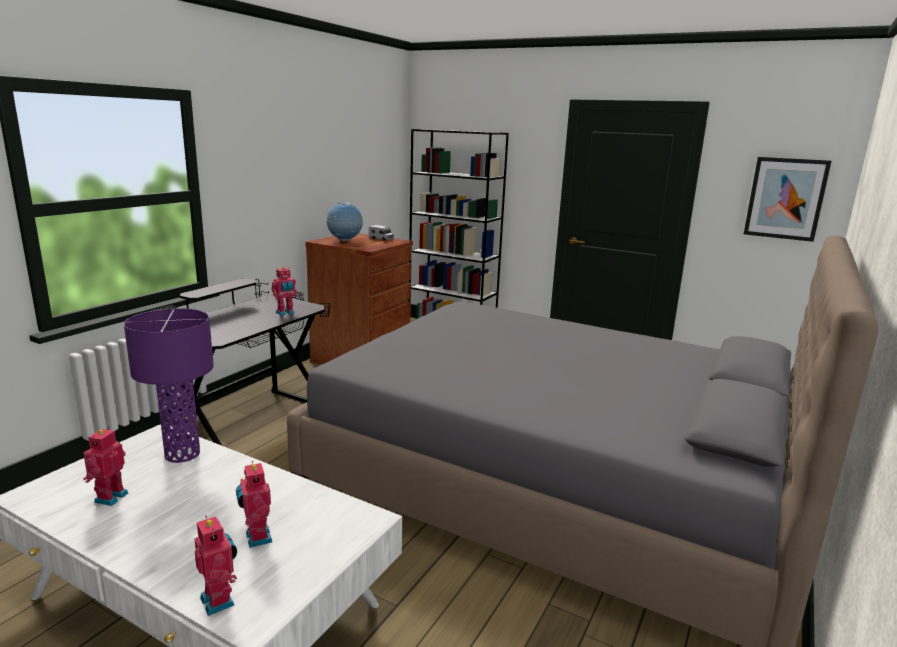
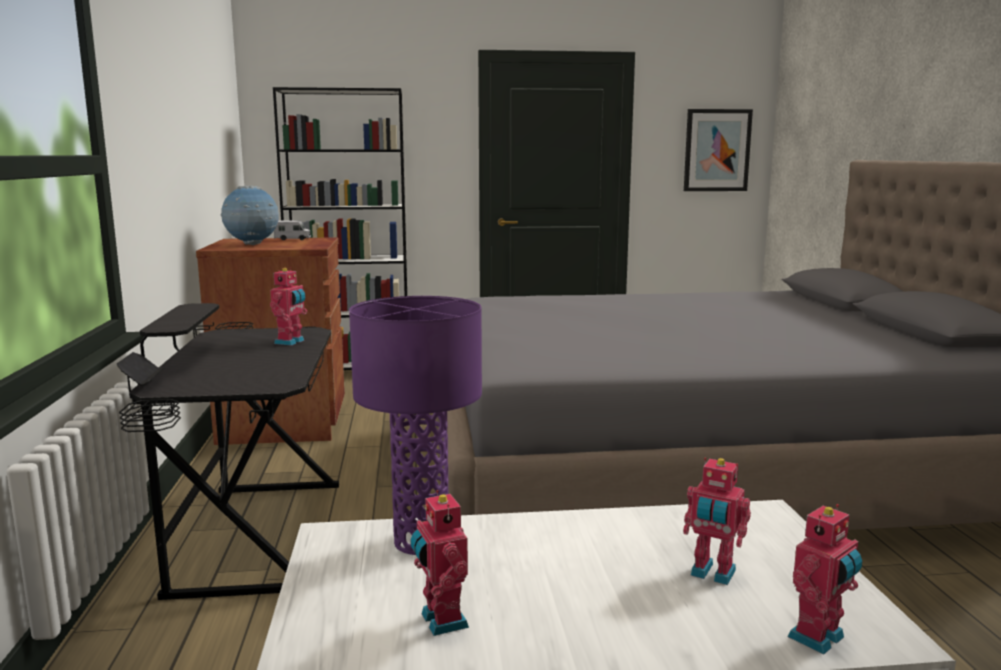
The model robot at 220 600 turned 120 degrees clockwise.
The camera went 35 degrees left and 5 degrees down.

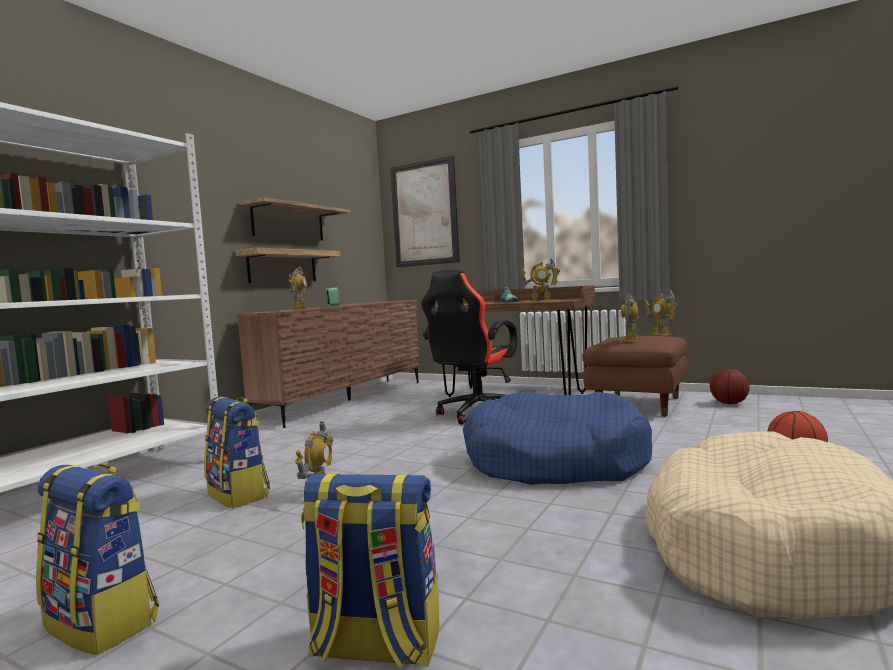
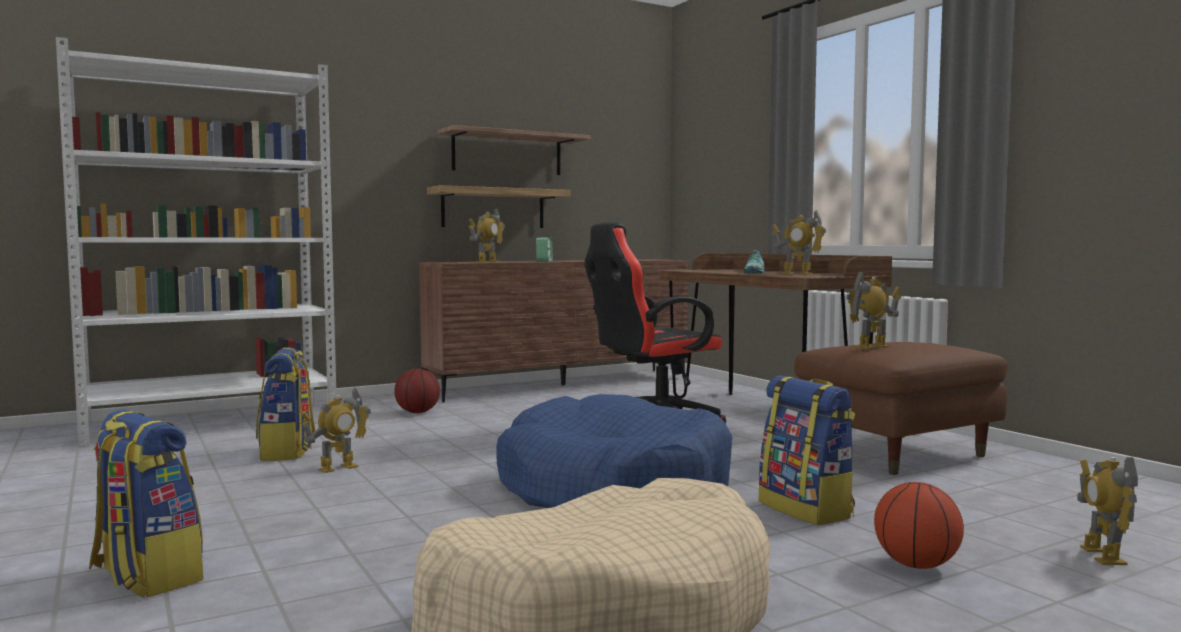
The wall art at 424 213 disappeared.
The model robot moved from 660 334 to 1102 556.
The basketball moved from 730 403 to 417 412.
The rucksack moved from 103 622 to 807 510.
The camera went 30 degrees right and 0 degrees up.

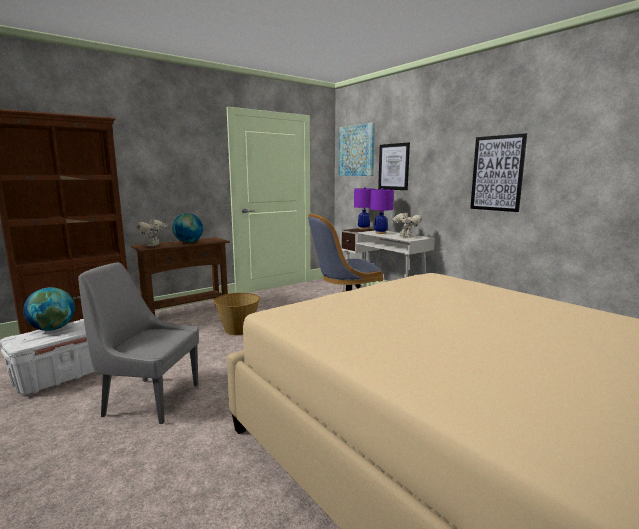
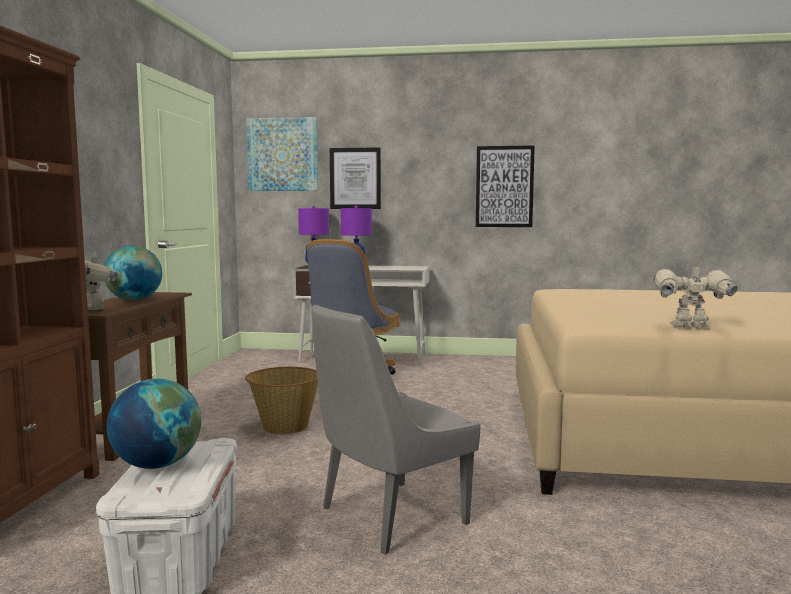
The model robot moved from 405 237 to 691 327.
The camera went 45 degrees left and 5 degrees down.

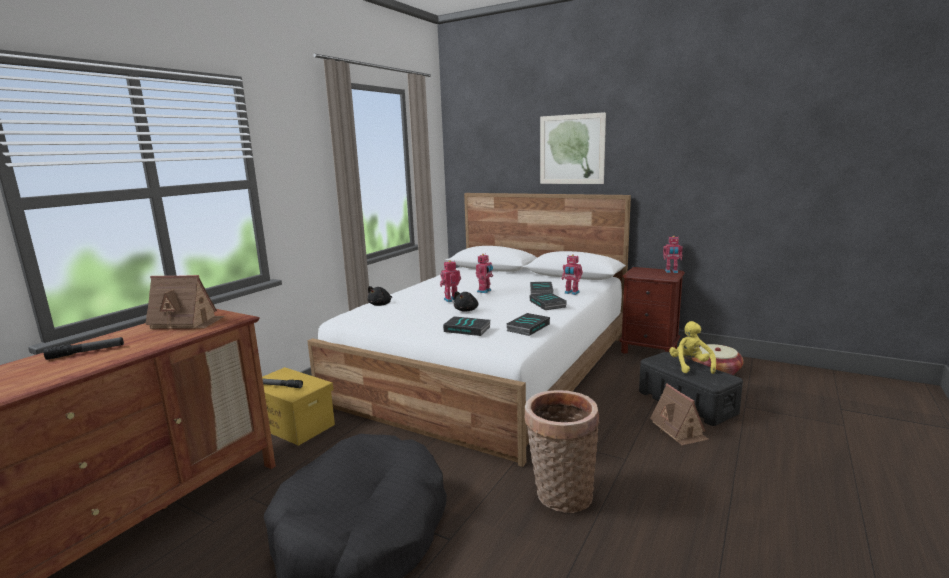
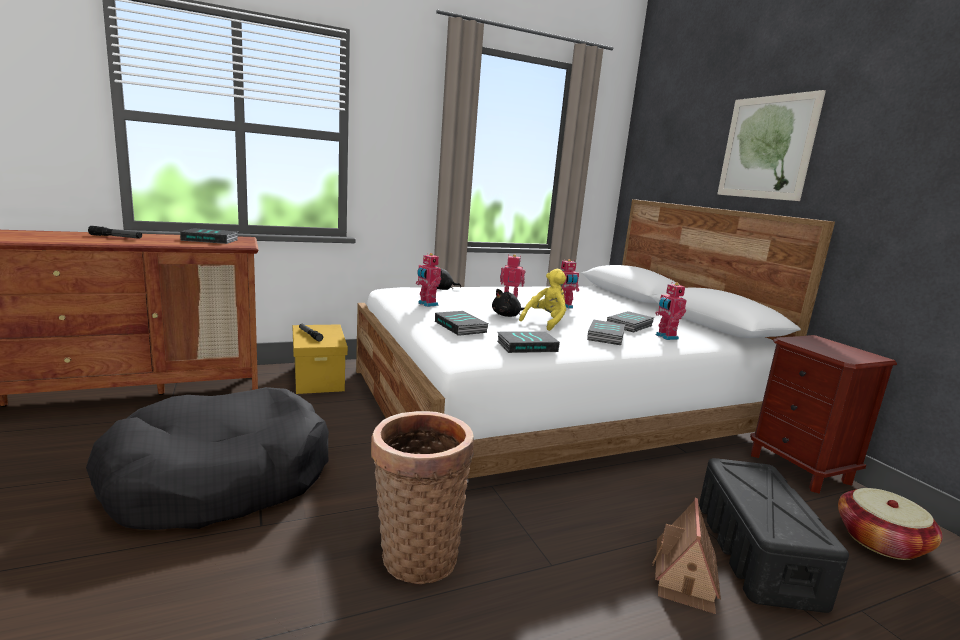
The model robot moved from 671 272 to 427 304.
The miniature house at 187 322 was replaced by the volume at 211 240.
The yellow plush toy moved from 690 366 to 546 322.
The camera went 35 degrees right and 0 degrees up.

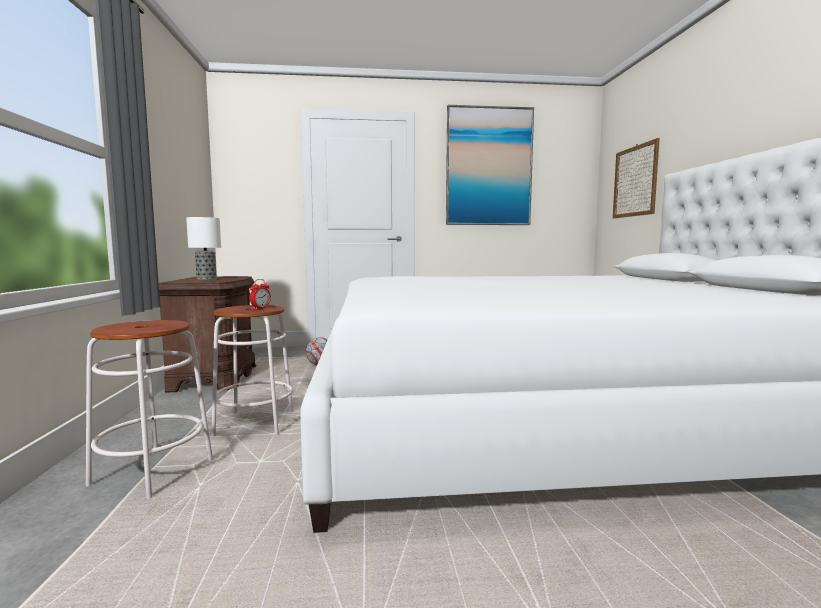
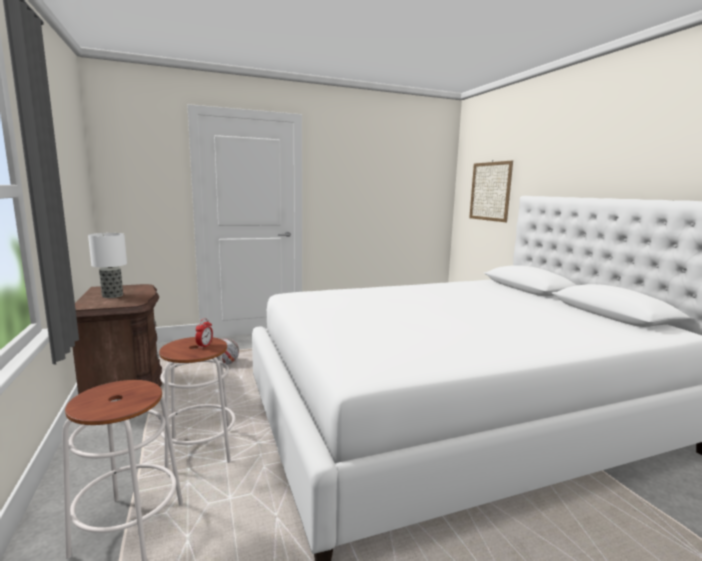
The wall art at 489 167 disappeared.
The camera went 15 degrees left and 5 degrees up.

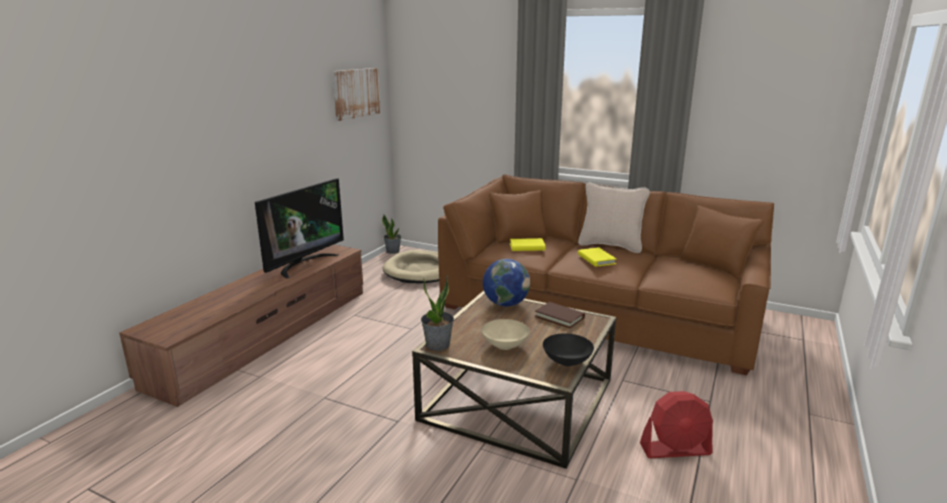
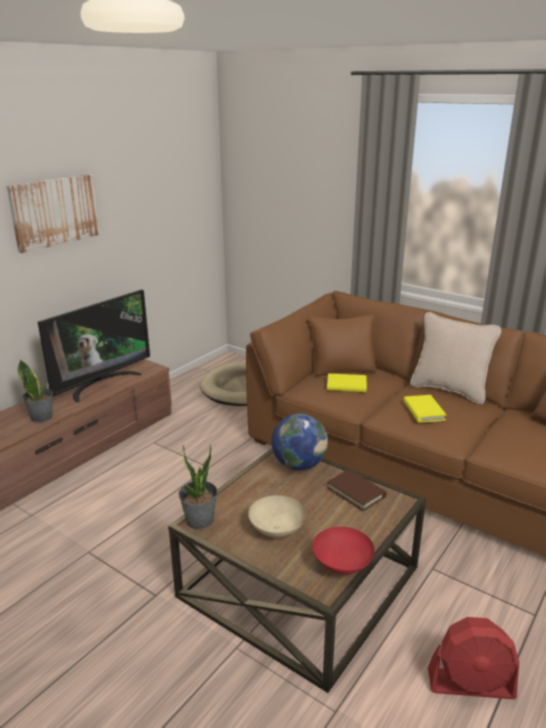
The wall art moved from 356 93 to 55 211.
The potted plant moved from 393 251 to 42 417.
The black deep dish at 566 362 became the red deep dish at 341 564.
The camera went 10 degrees right and 5 degrees up.

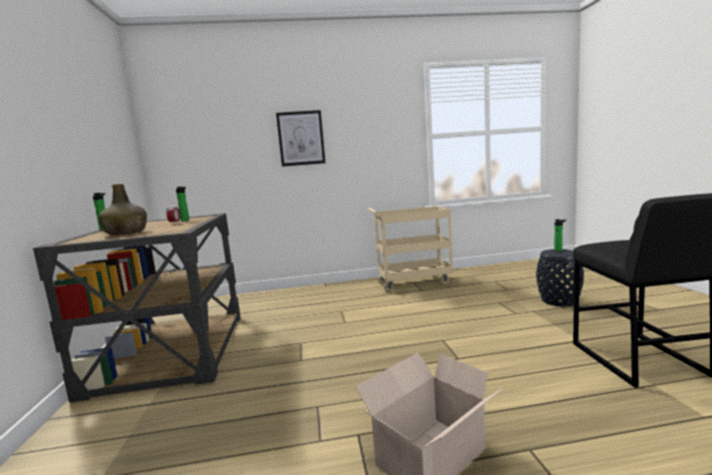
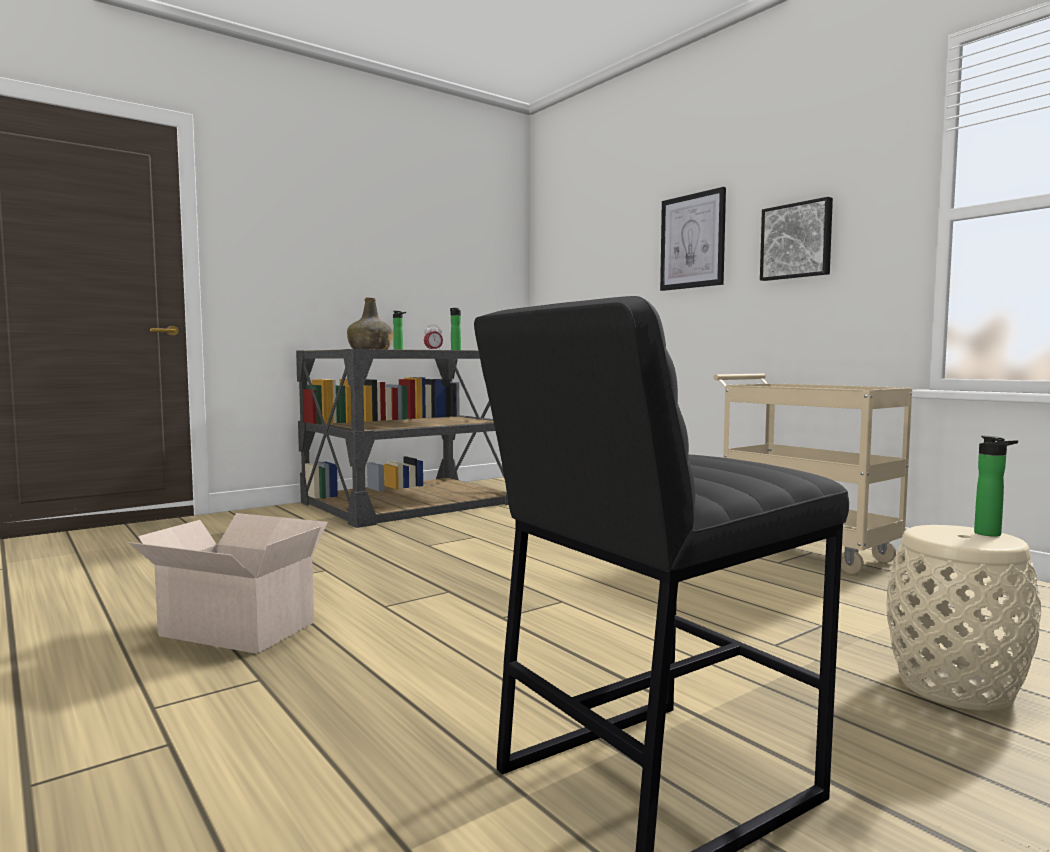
The black stool at 559 301 became the beige-coloured stool at 954 687.
The wall art at 797 241 appeared.
The camera went 60 degrees right and 5 degrees down.

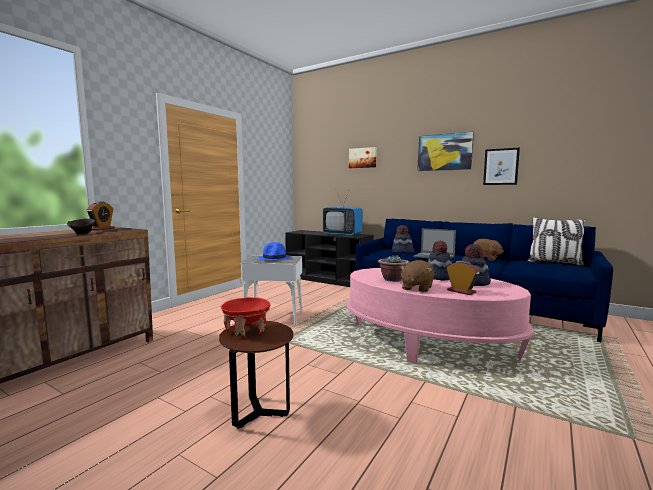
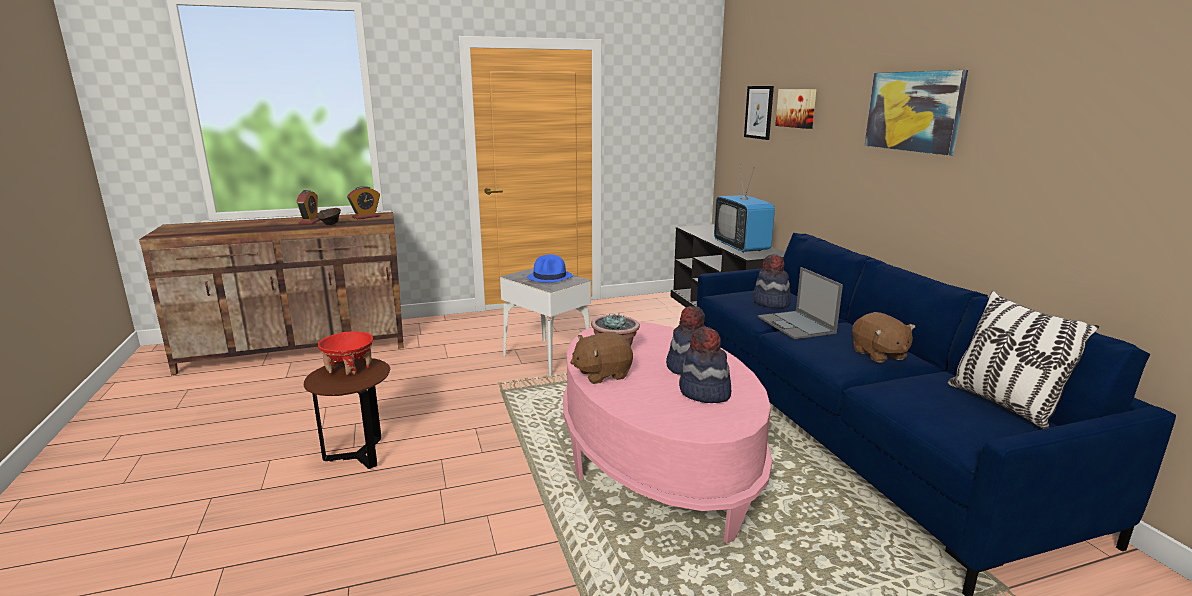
The wall art moved from 501 166 to 759 112.
The alarm clock moved from 461 291 to 310 221.
The camera went 40 degrees right and 10 degrees up.

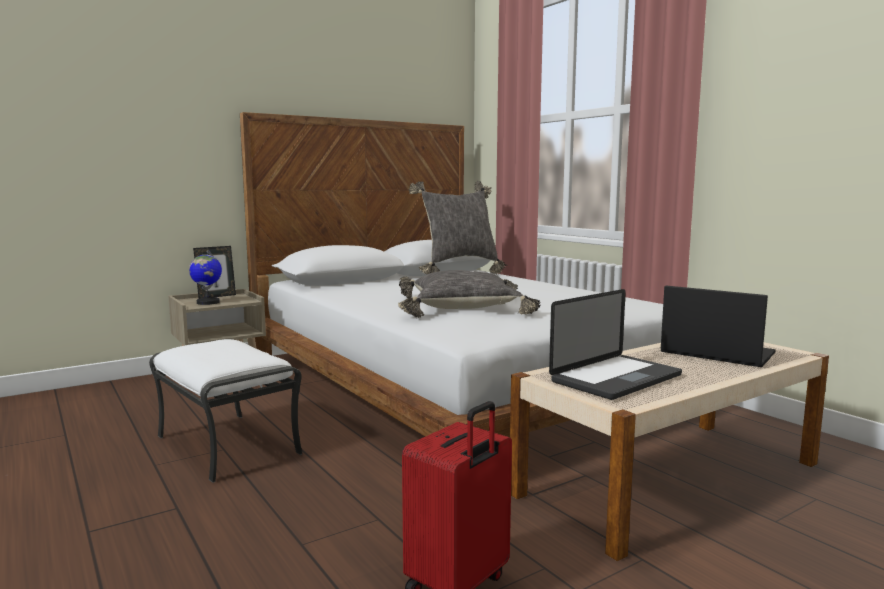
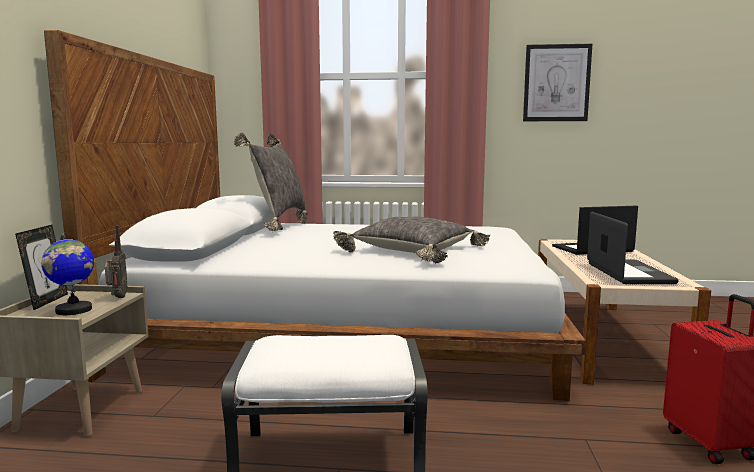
The wall art at 556 83 appeared.
The radio at 117 298 appeared.
The camera went 50 degrees left and 0 degrees up.

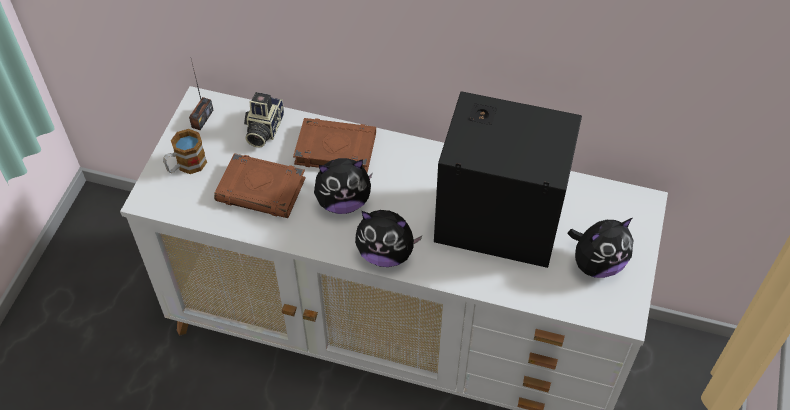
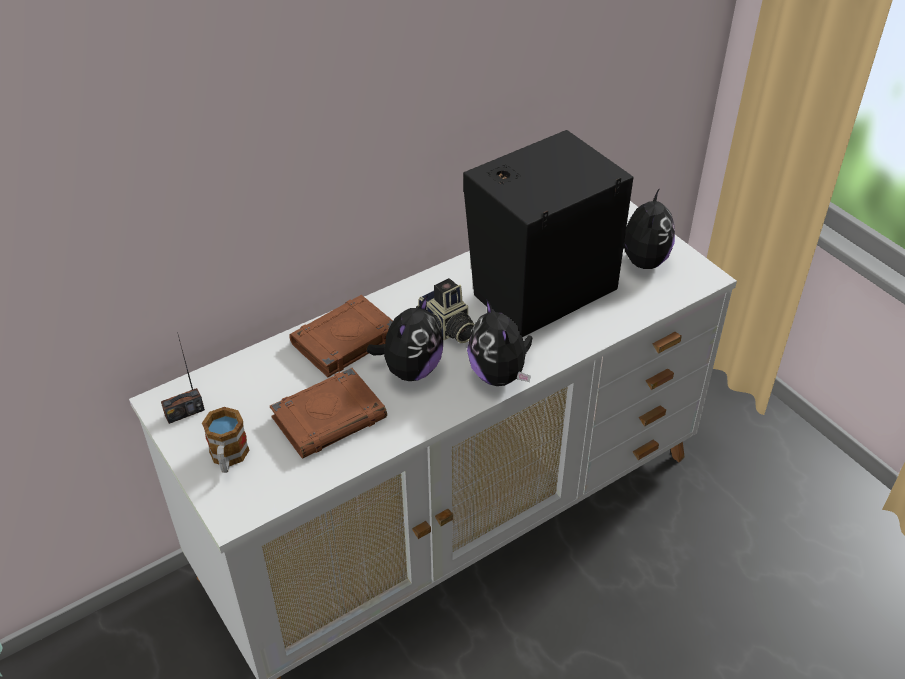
The radio at 202 118 turned 90 degrees clockwise.
The still camera moved from 263 129 to 447 328.
The plush toy at 386 253 turned 105 degrees clockwise.
The camera went 50 degrees left and 10 degrees down.

